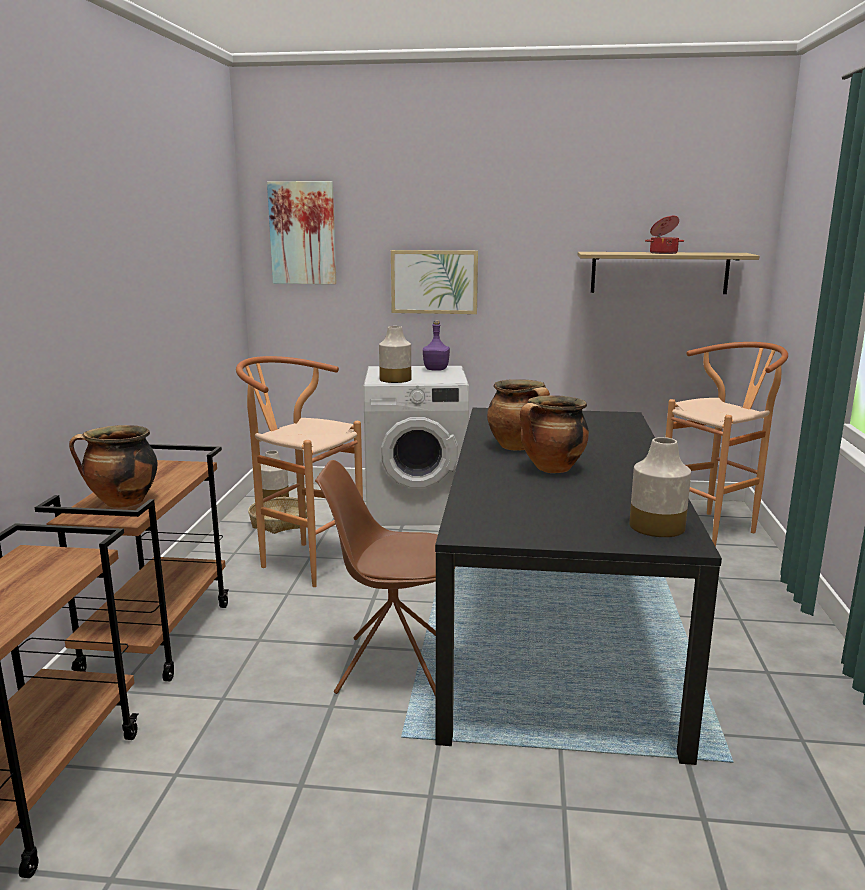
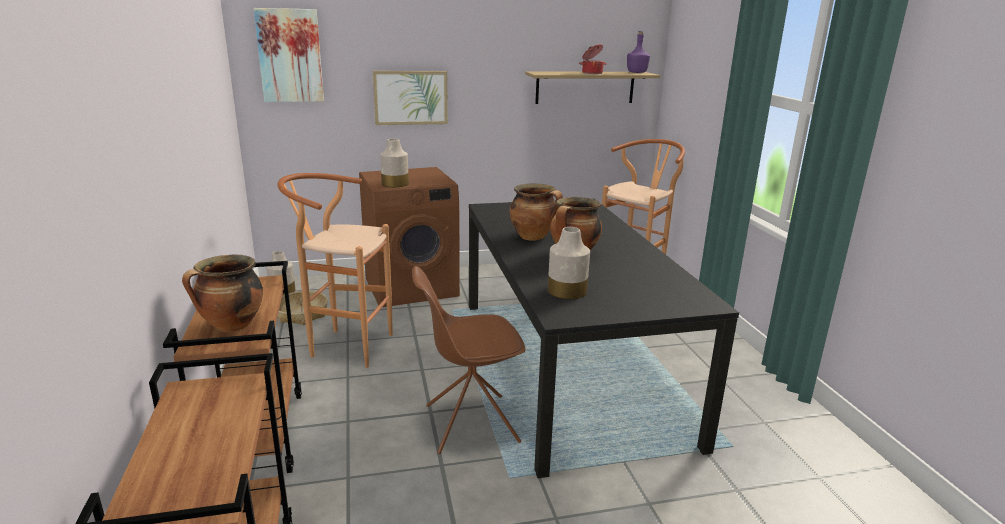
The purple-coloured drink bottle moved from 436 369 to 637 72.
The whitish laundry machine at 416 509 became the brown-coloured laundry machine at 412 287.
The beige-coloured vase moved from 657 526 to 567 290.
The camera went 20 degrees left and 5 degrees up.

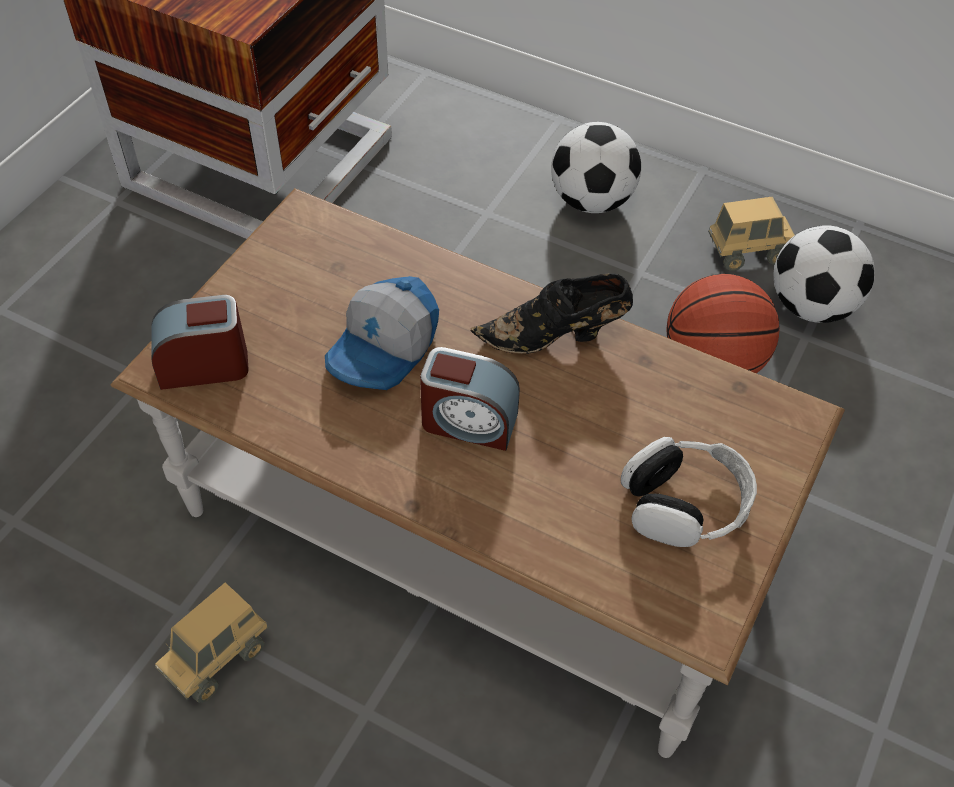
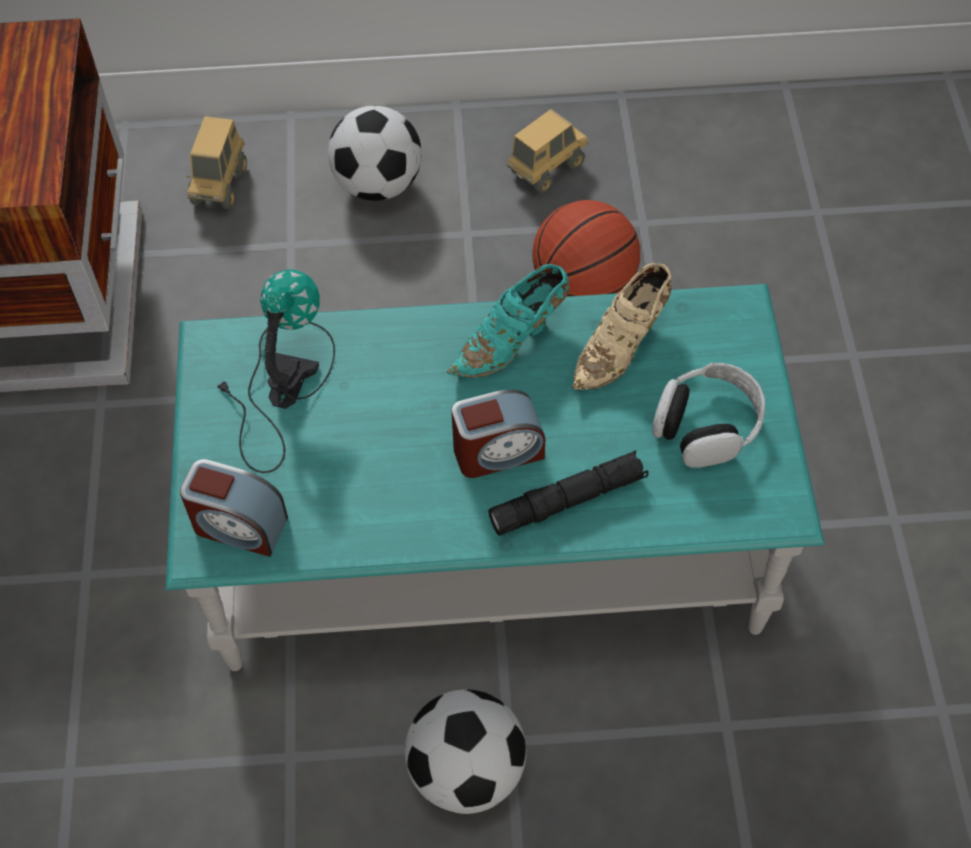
The brown-coloured low table at 474 531 became the blue-green low table at 488 542.
The ball for football moved from 811 306 to 467 771.
The black item of footwear at 555 337 became the blue-green item of footwear at 513 341.
The baseball cap at 385 349 disappeared.
The alarm clock at 204 365 turned 120 degrees counterclockwise.
The toy lorry moved from 217 659 to 220 185.
The beige-coloured item of footwear at 622 345 appeared.
The tabletop lamp at 279 387 appeared.
The black flashlight at 568 500 appeared.
The camera went 30 degrees left and 5 degrees up.

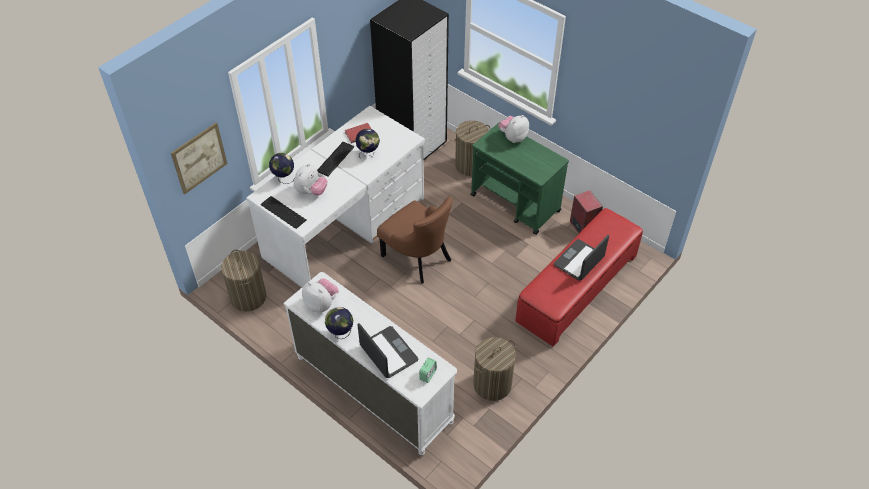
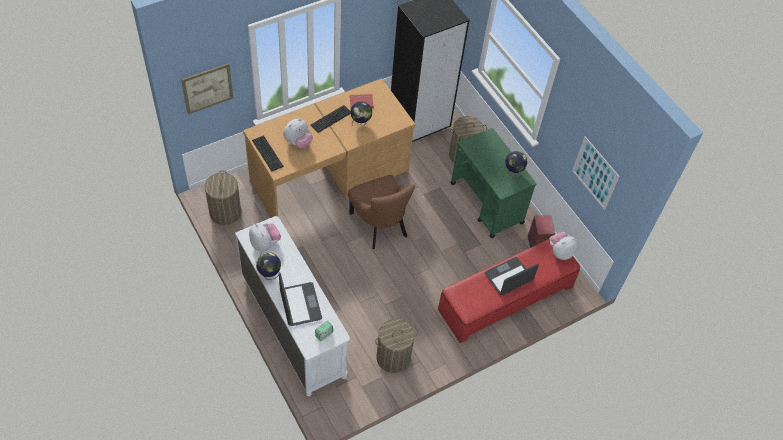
The whitish desk table at 346 228 became the brown-coloured desk table at 330 178.
The plush toy moved from 513 137 to 560 252.
The globe moved from 284 178 to 513 172.
The wall art at 595 173 appeared.
The camera went 15 degrees right and 5 degrees up.

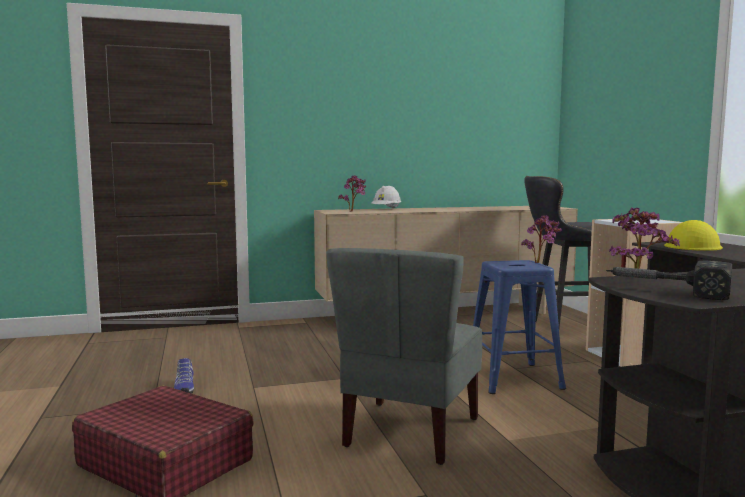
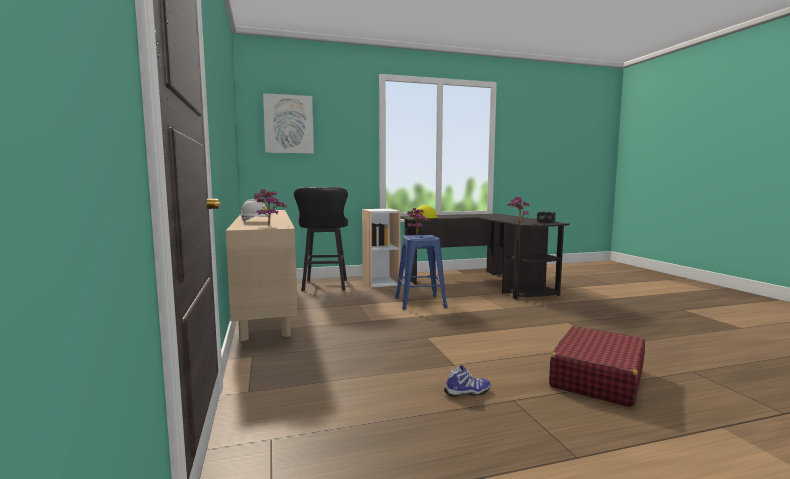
The greyish plain chair at 409 432 disappeared.
The wall art at 288 124 appeared.
The camera went 90 degrees left and 0 degrees up.

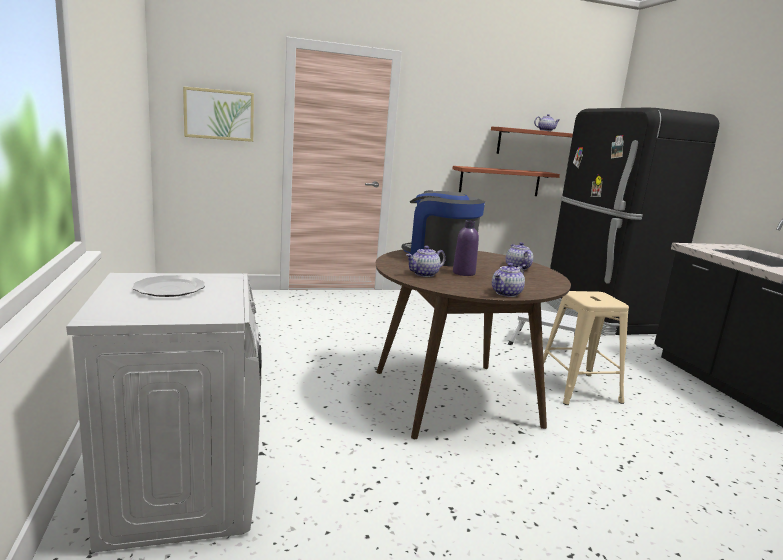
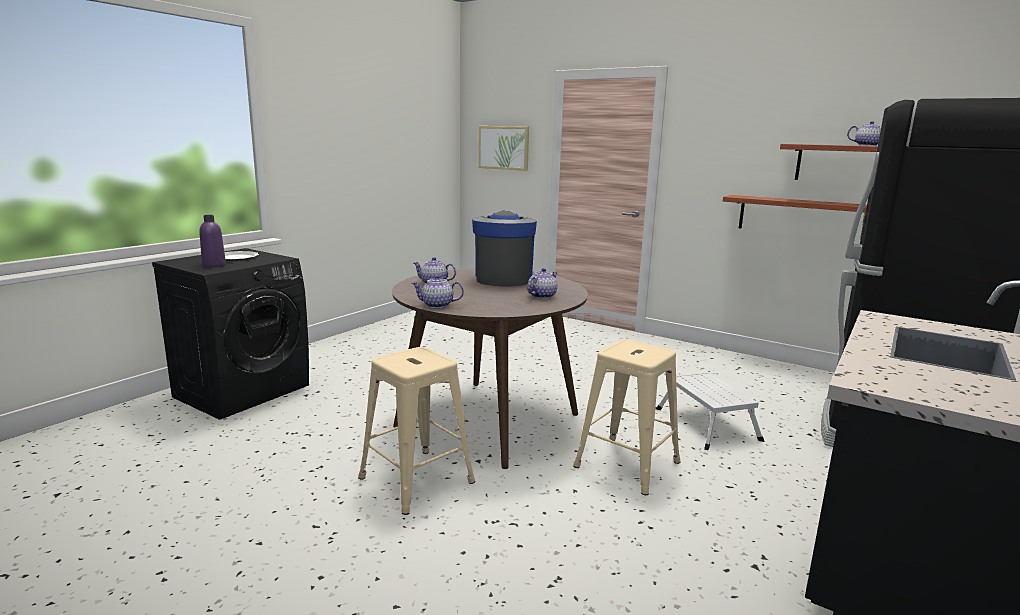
The purple-coloured drink bottle moved from 463 273 to 214 265.
The whitish laundry machine at 183 491 became the black laundry machine at 243 393.
The beige-coloured stool at 416 480 appeared.
The camera went 50 degrees right and 0 degrees up.

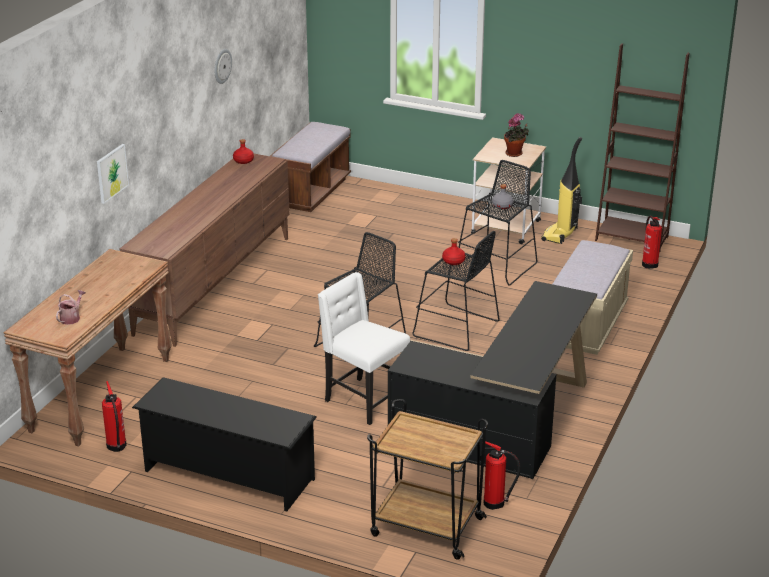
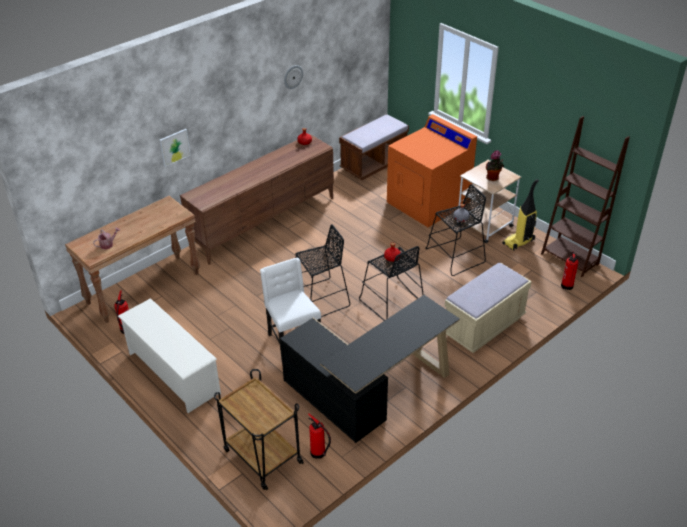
The black shoe shelf at 228 475 became the whitish shoe shelf at 173 373.
The orange laundry machine at 428 202 appeared.
The camera went 25 degrees right and 10 degrees up.

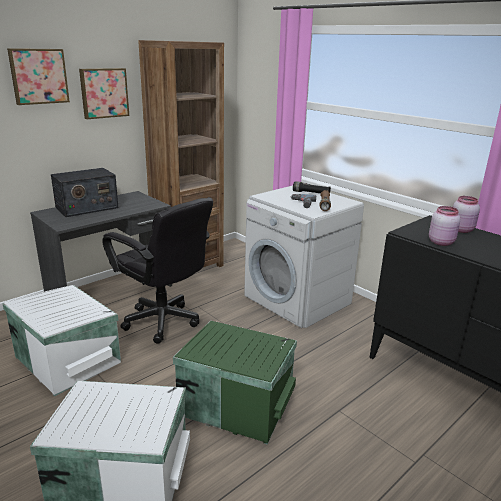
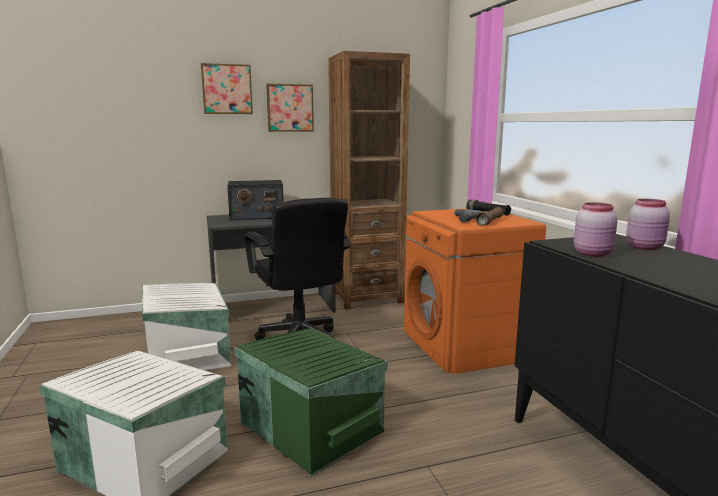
The whitish laundry machine at 296 300 became the orange laundry machine at 463 346.
The camera went 25 degrees right and 10 degrees down.

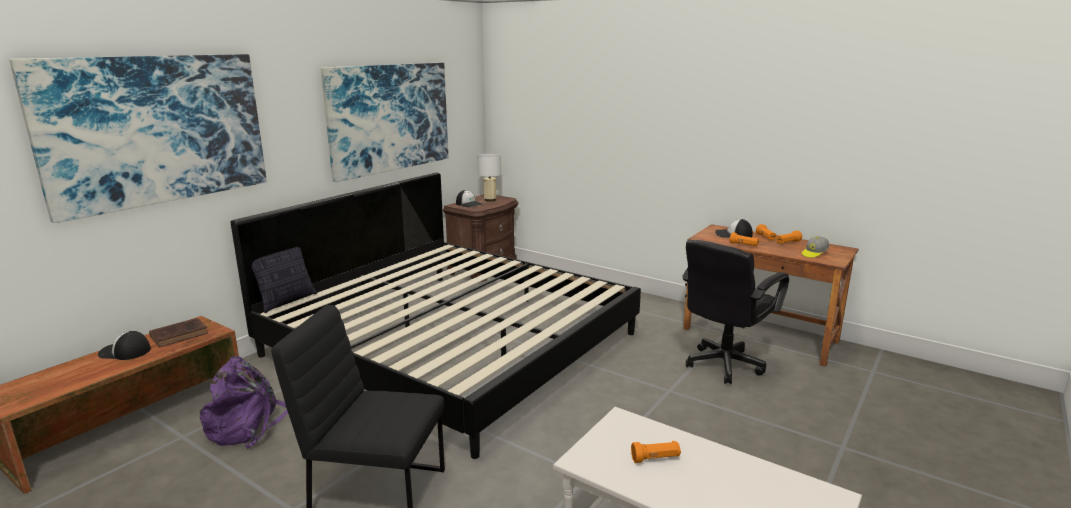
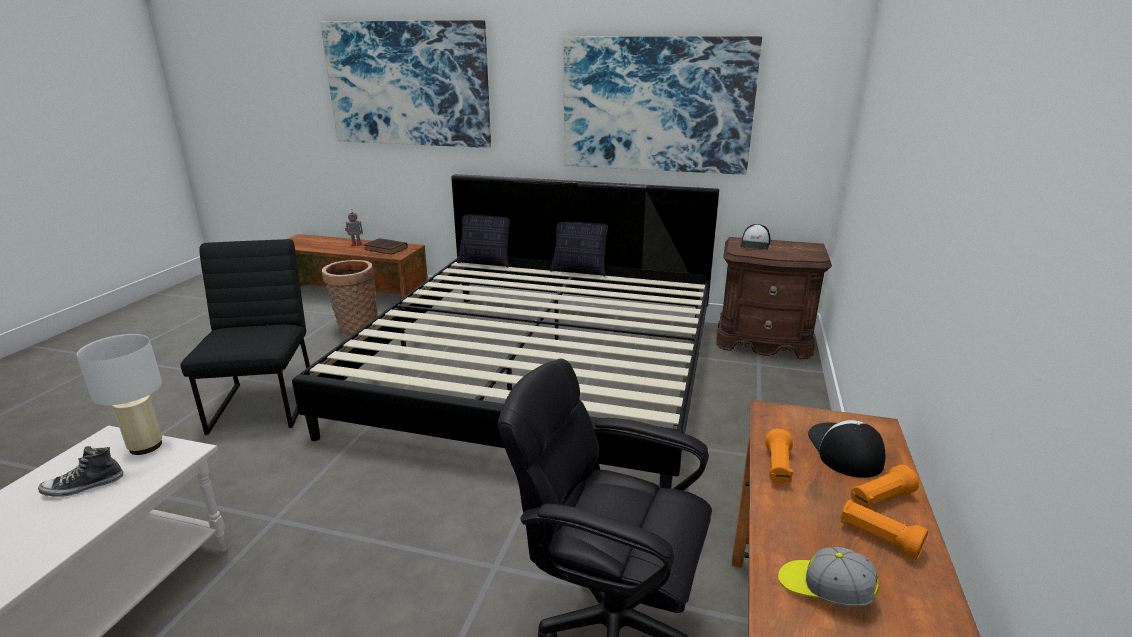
The whitish tabletop lamp moved from 490 200 to 145 447.
The baseball cap at 124 352 was replaced by the model robot at 355 244.
The purple-coloured rucksack at 249 426 was replaced by the storage basket at 356 330.
The orange flashlight at 655 459 was replaced by the item of footwear at 83 486.
The cushion at 579 271 appeared.
The camera went 70 degrees right and 5 degrees up.

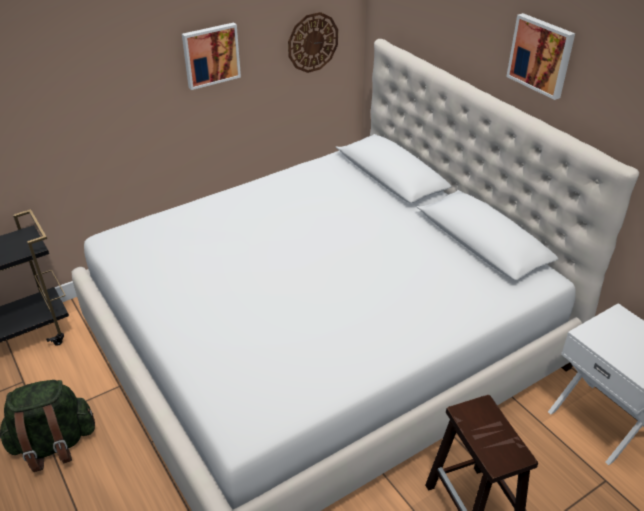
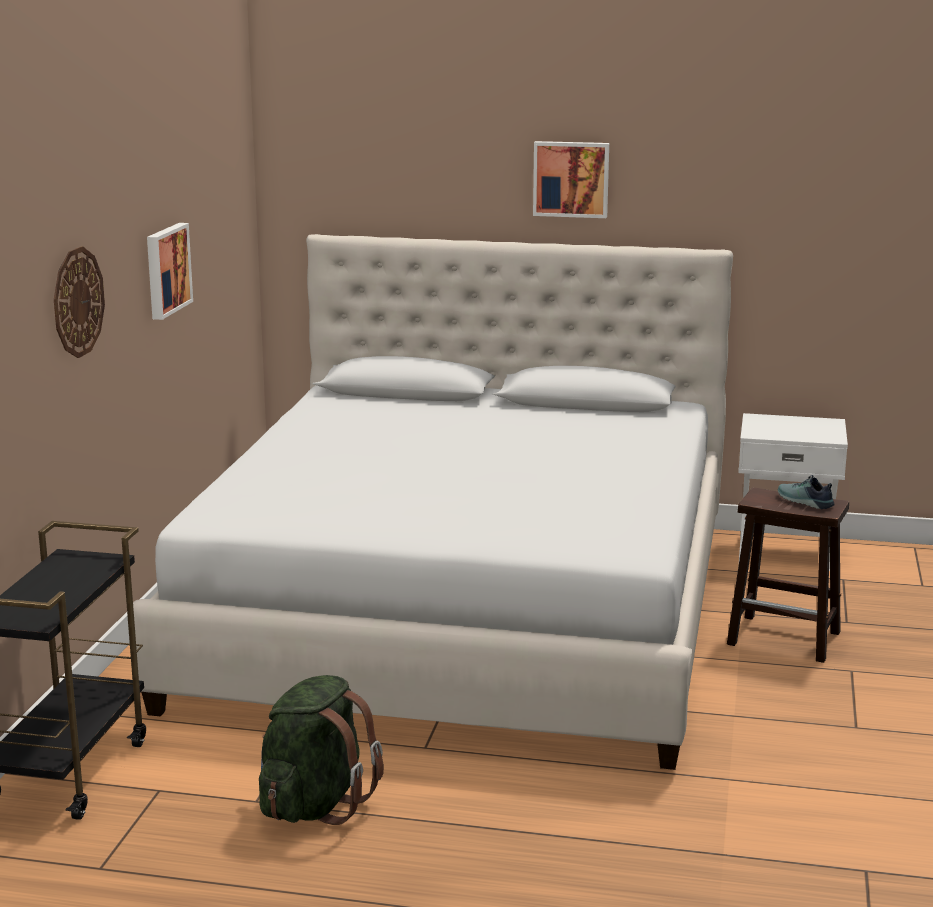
The wall clock moved from 312 42 to 77 302.
The item of footwear at 804 502 appeared.
The camera went 45 degrees left and 20 degrees down.

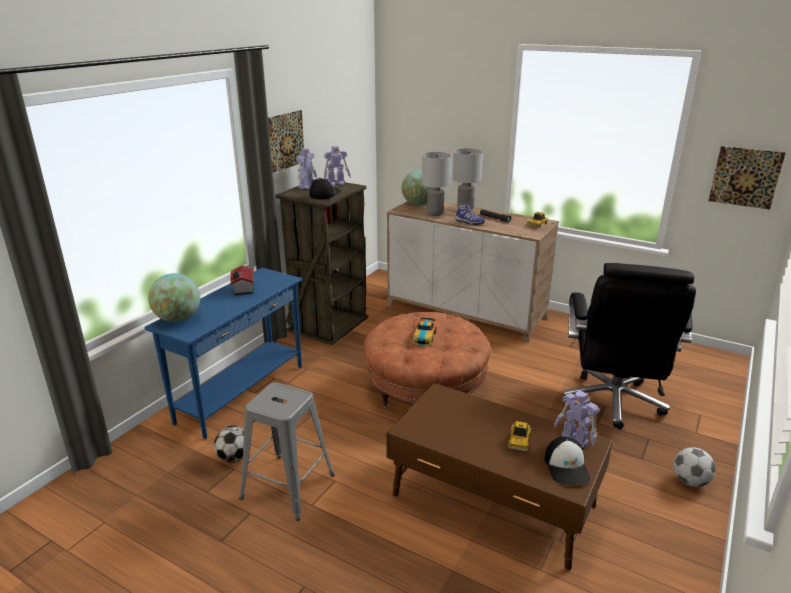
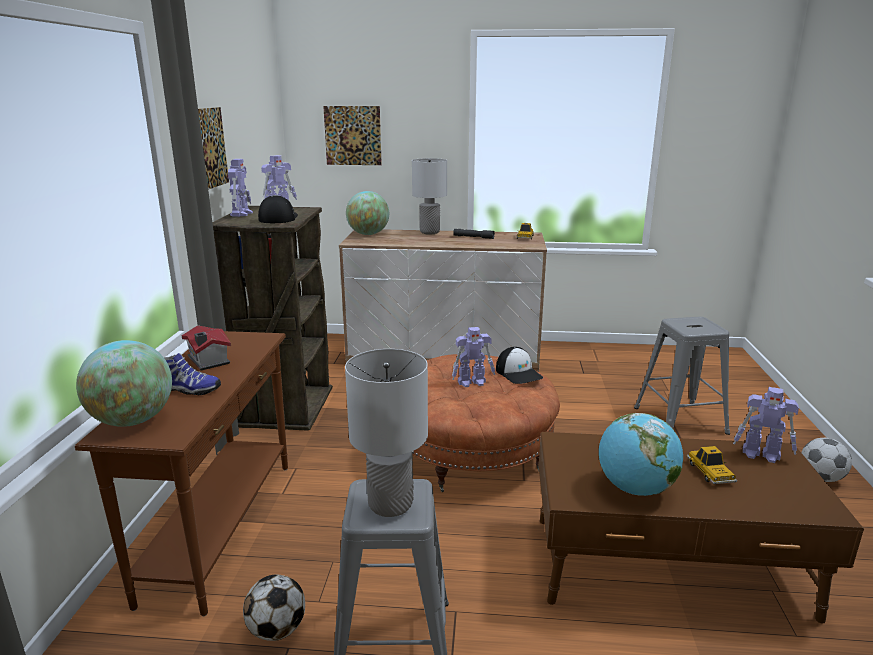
The wall art moved from 745 177 to 353 135.
The greyish tabletop lamp moved from 435 214 to 391 507.
The item of footwear moved from 469 222 to 188 390.
The black computer chair at 613 405 was replaced by the greyish stool at 679 420.
The blue hall table at 241 393 became the brown-coloured hall table at 220 527.
The model car at 424 336 was replaced by the model robot at 472 382.
The baseball cap moved from 567 467 to 519 373.
The globe at 635 489 appeared.
The camera went 25 degrees left and 5 degrees down.

